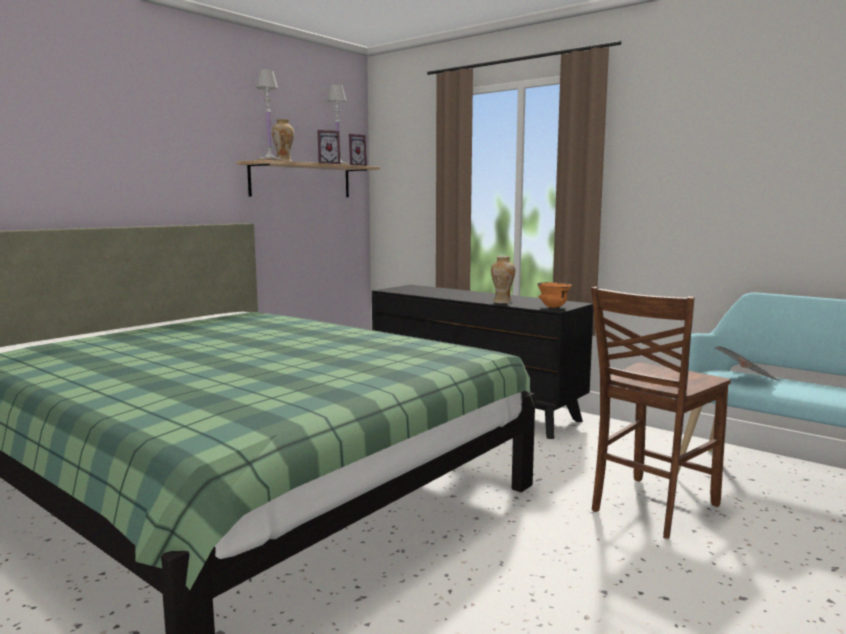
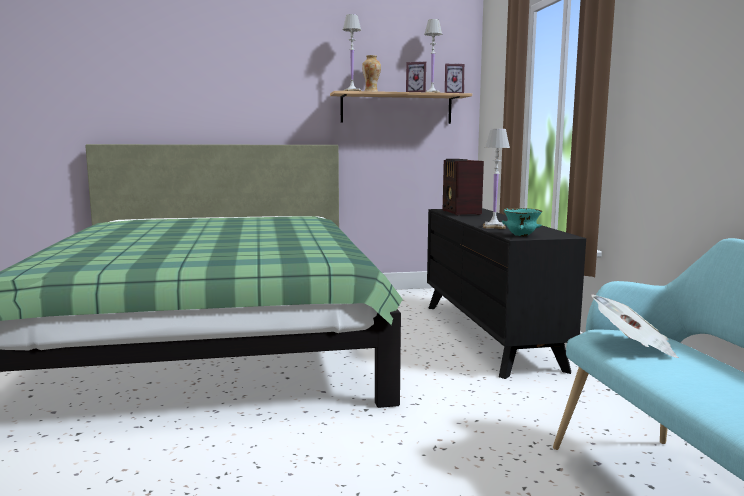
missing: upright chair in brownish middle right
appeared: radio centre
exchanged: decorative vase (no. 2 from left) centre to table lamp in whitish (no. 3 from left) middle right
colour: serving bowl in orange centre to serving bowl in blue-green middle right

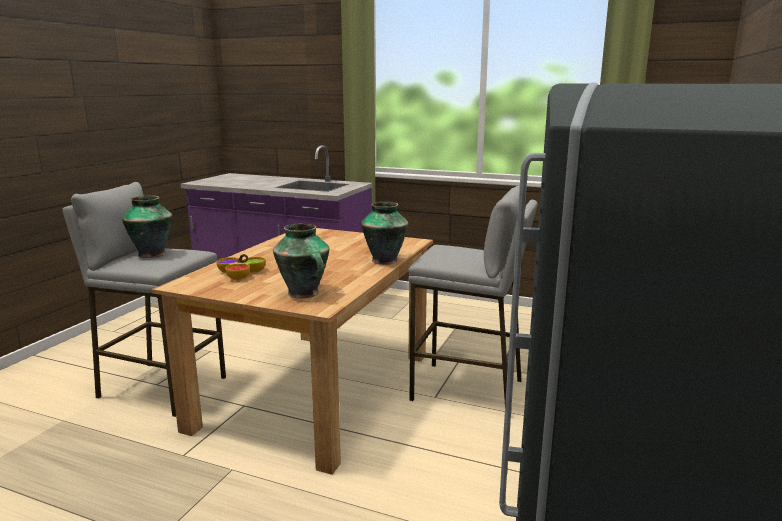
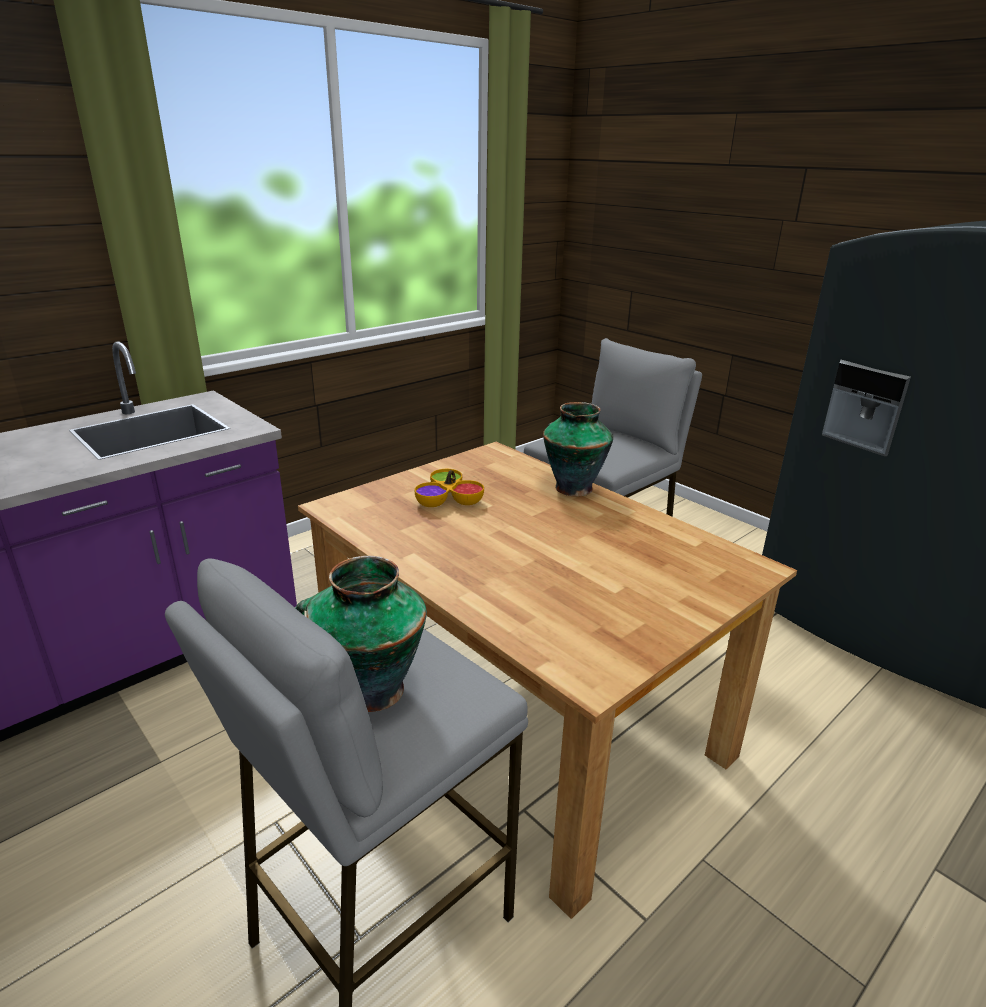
missing: decorative vase (no. 2 from left) centre
relocated: serving bowl middle left to centre

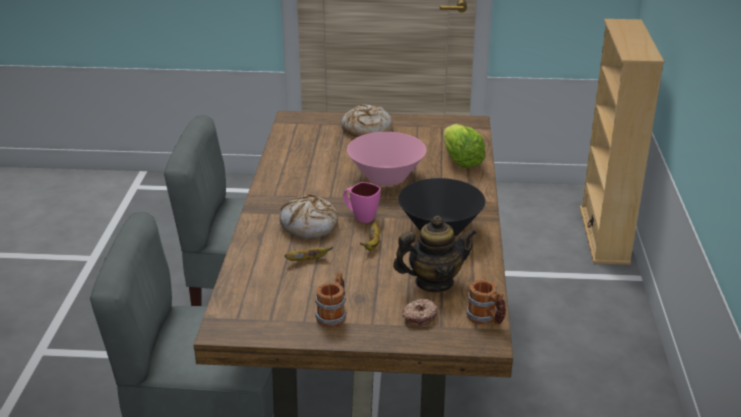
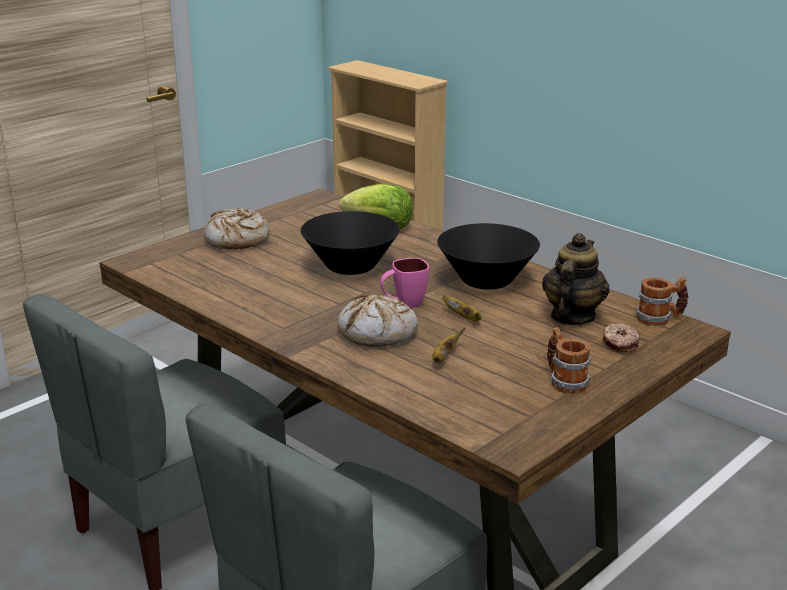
colour: serving bowl in pink centre to serving bowl in blackish (no. 1 from left) centre

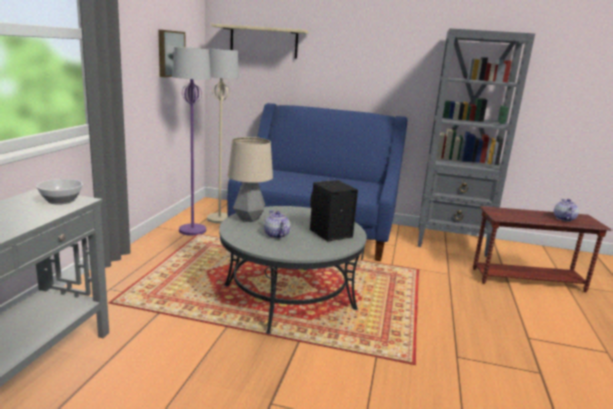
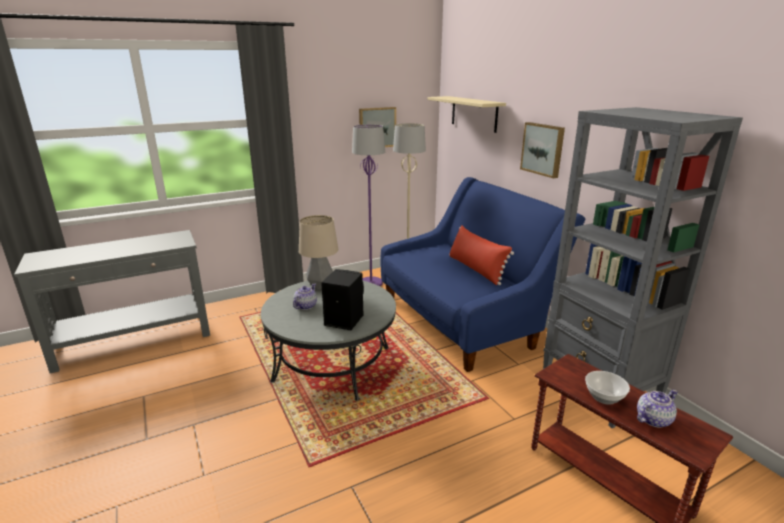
appeared: throw pillow in red centre; wall picture (no. 2 from left) top right
relocated: serving bowl middle left to bottom right

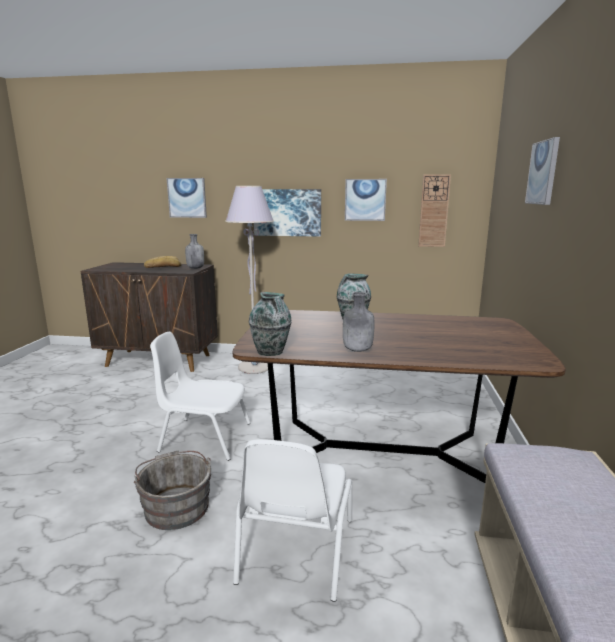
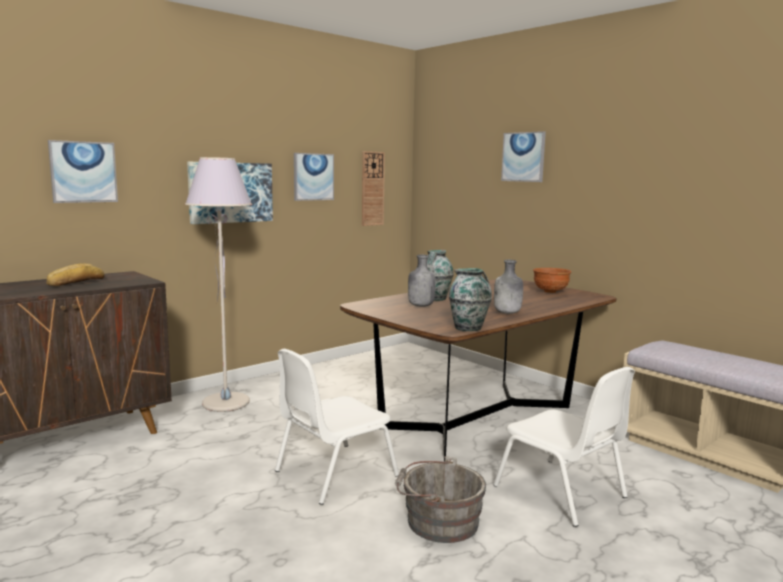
appeared: serving bowl in brownish middle right
relocated: drink bottle in grey (no. 1 from left) middle left to centre

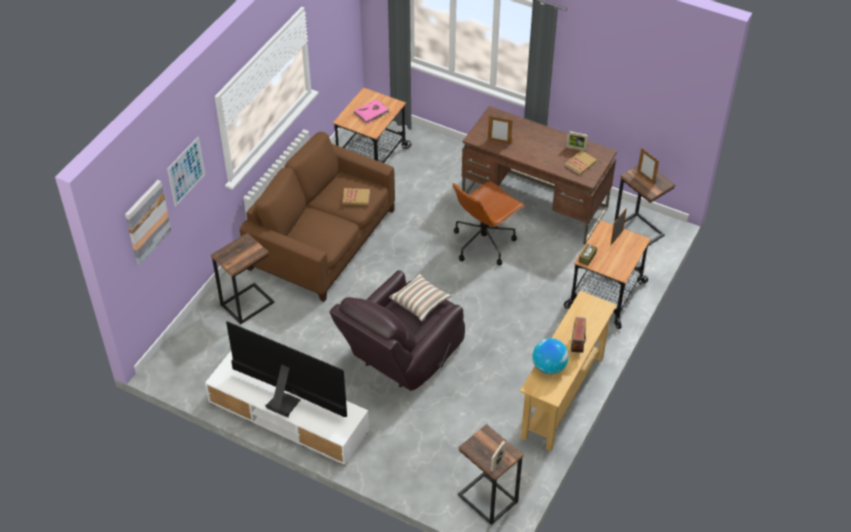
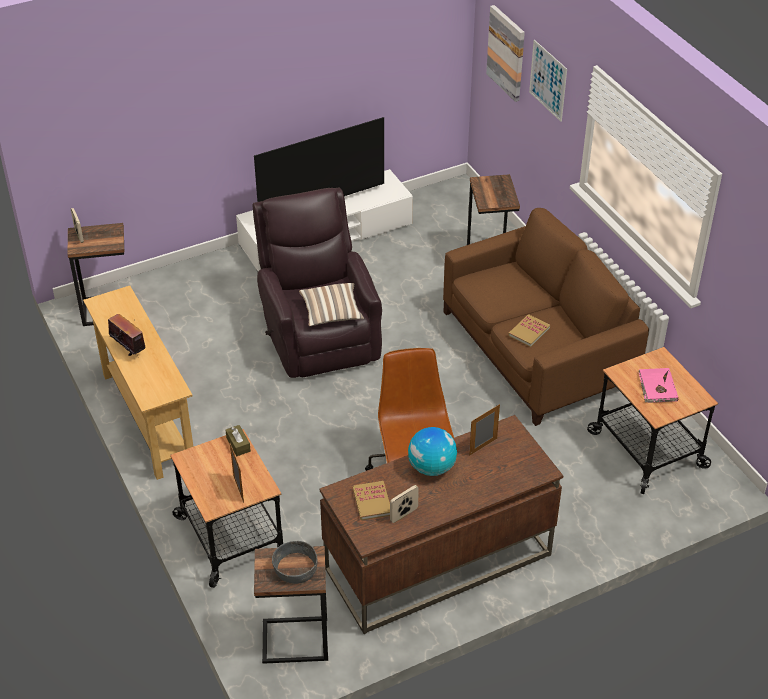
relocated: world globe bottom centre to centre
exchanged: photo frame (no. 5 from left) top right to serving bowl in grey bottom centre

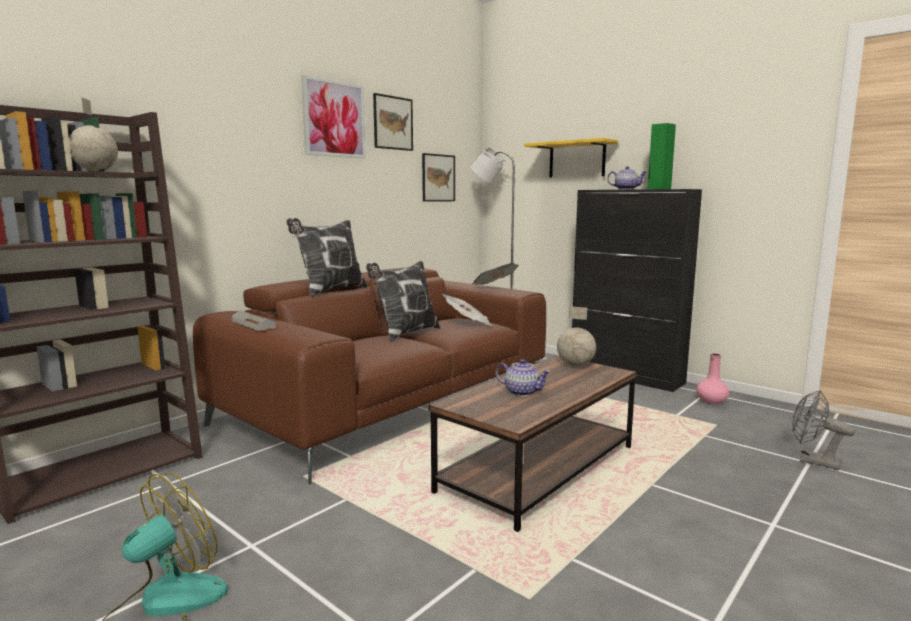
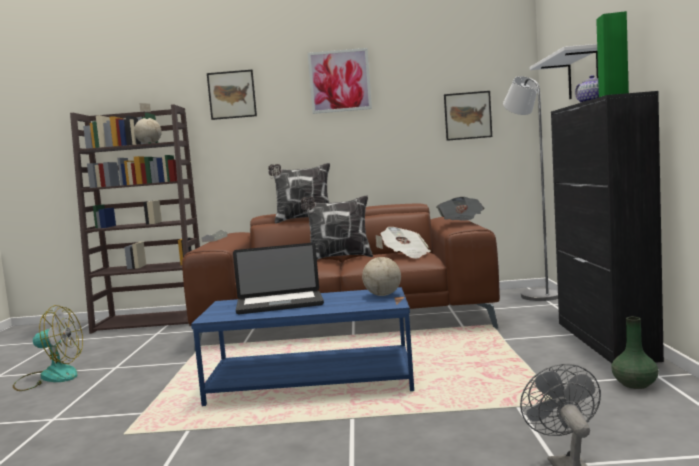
relocated: wall picture (no. 2 from left in the first image) top centre to wall picture (no. 1 from left) top left
exchanged: tea pot (no. 1 from left) centre to notebook computer centre
colour: lounge table in brownish bottom centre to lounge table in bluish bottom centre; bracket shelf in yellow-coloured top centre to bracket shelf in whitish top right; decorative vase in pink middle right to decorative vase in greenish bottom right

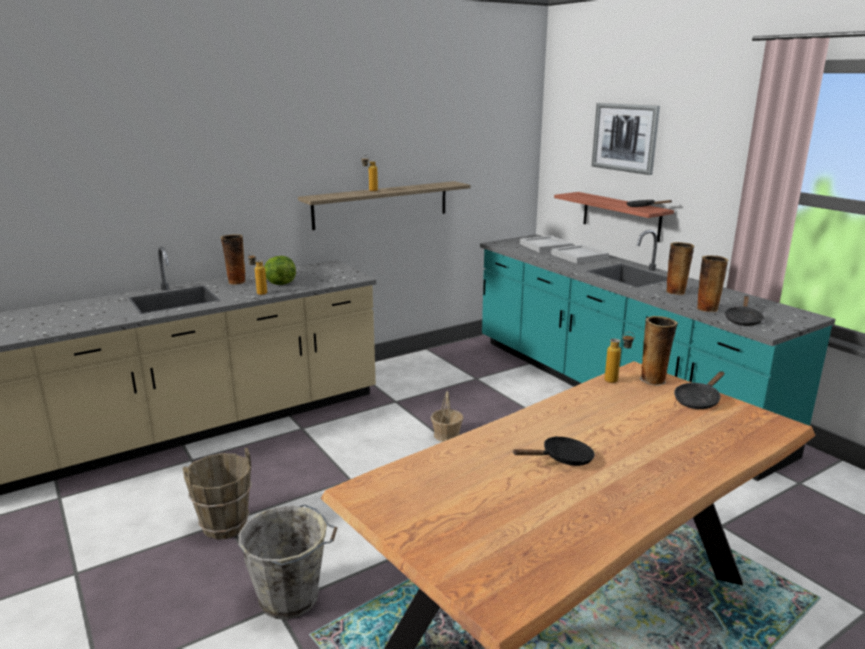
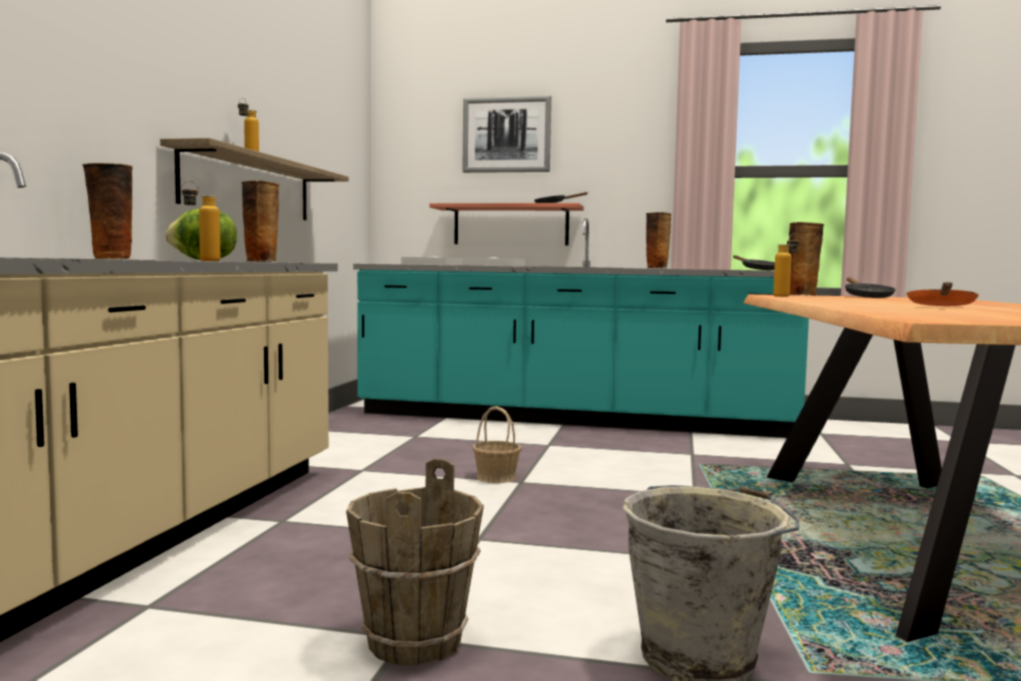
relocated: decorative vase (no. 4 from left in the first image) middle right to decorative vase (no. 2 from left) top left
colour: pan in blackish (no. 1 from left) bottom centre to pan in orange middle right

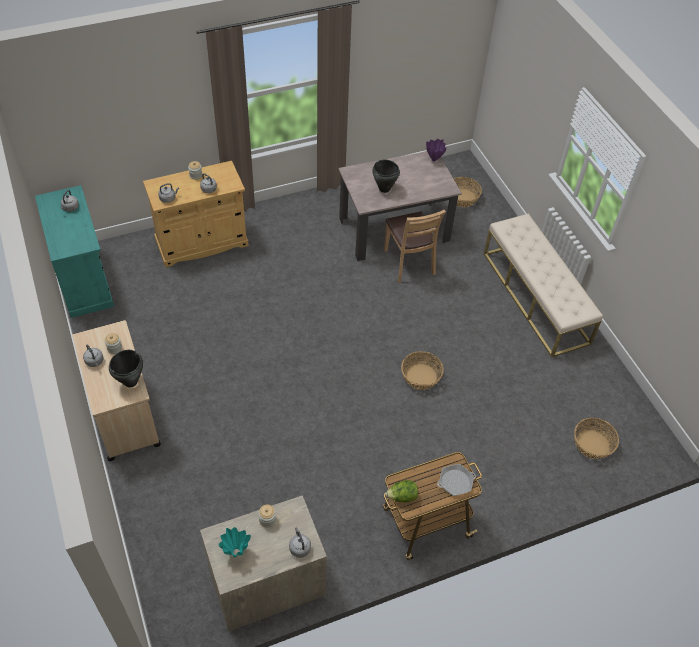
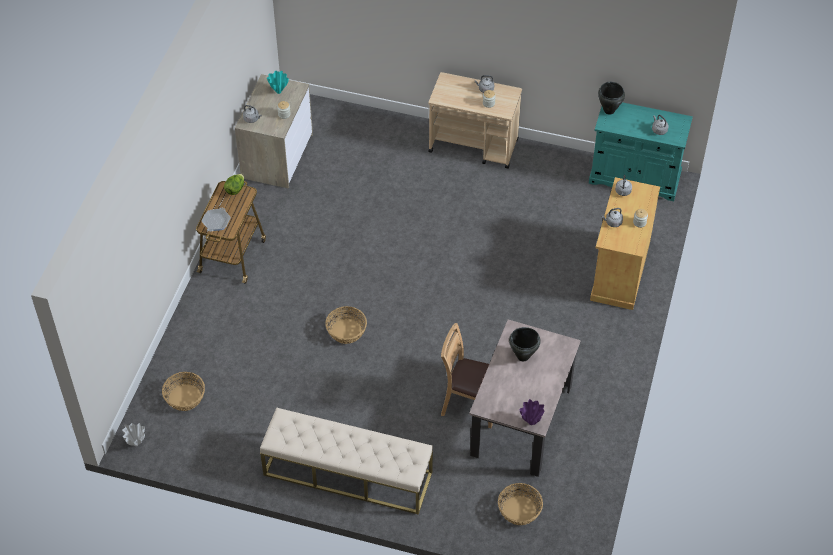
appeared: decorative vase in whitish bottom left
relocated: saucepot in blackish (no. 1 from left in the first image) middle left to saucepot in blackish (no. 2 from left) top right

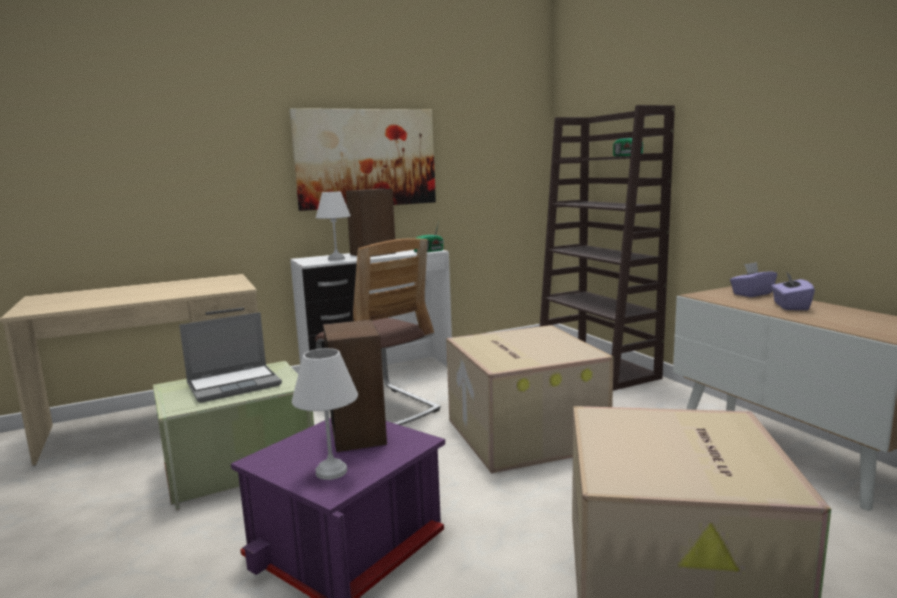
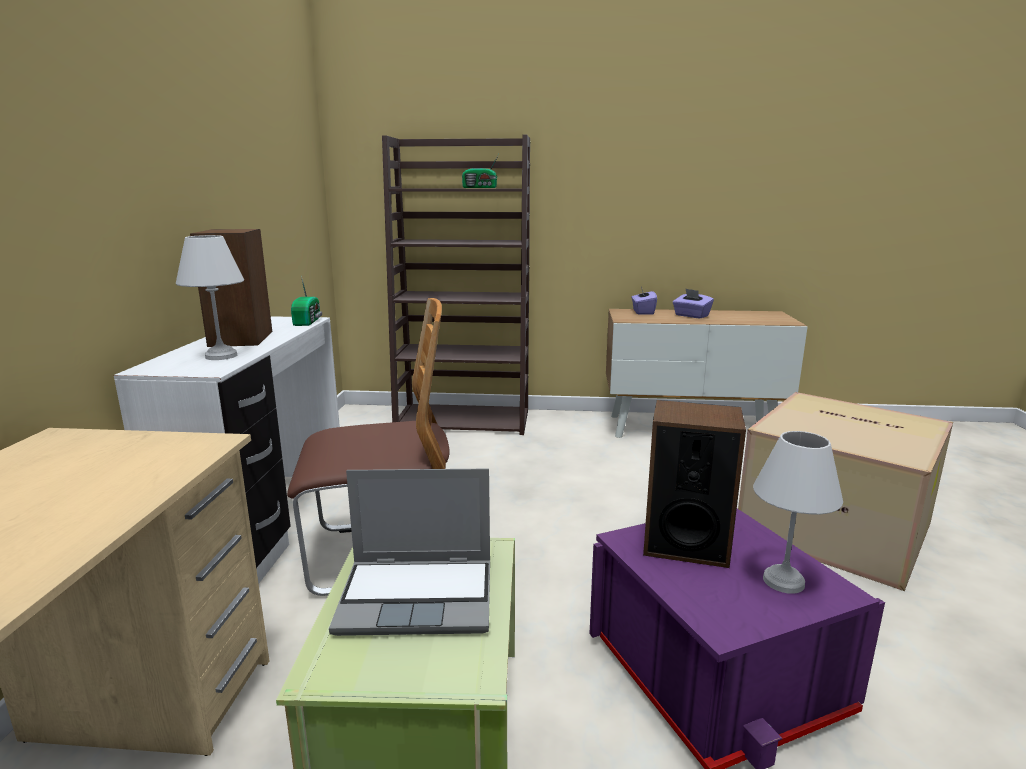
missing: wall picture top centre; packing box (no. 1 from left) bottom centre
spun: notebook computer middle left = bottom centre 90 degrees clockwise

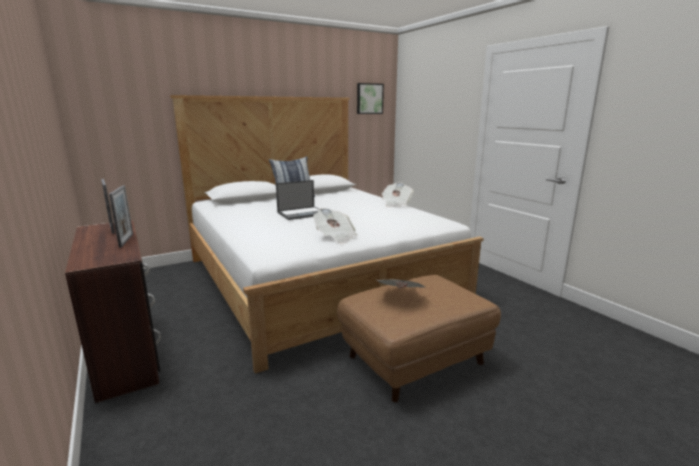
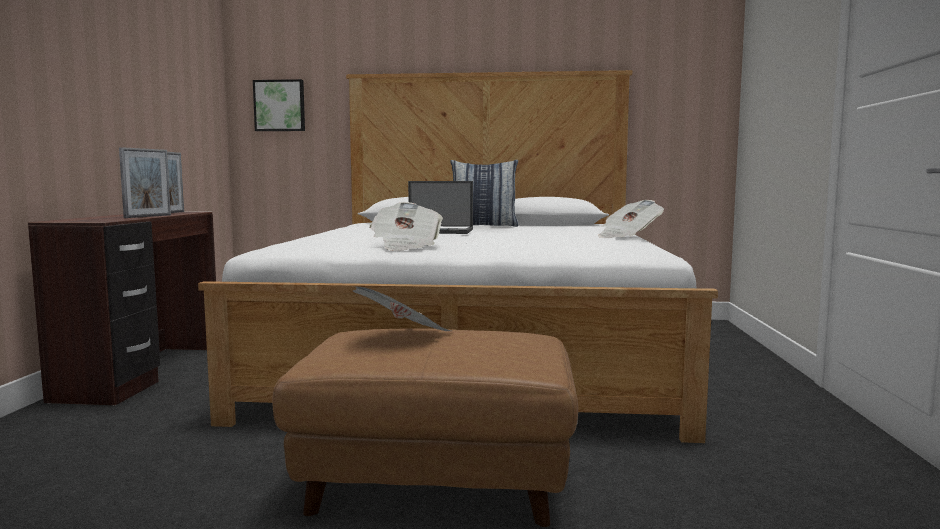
relocated: wall picture top centre to top left

